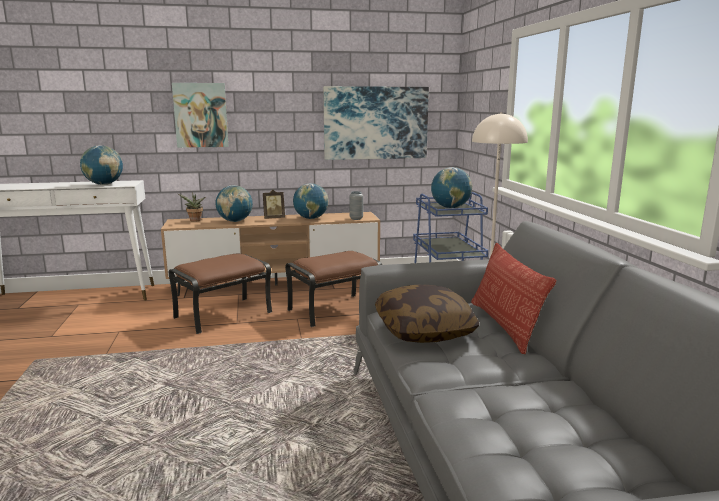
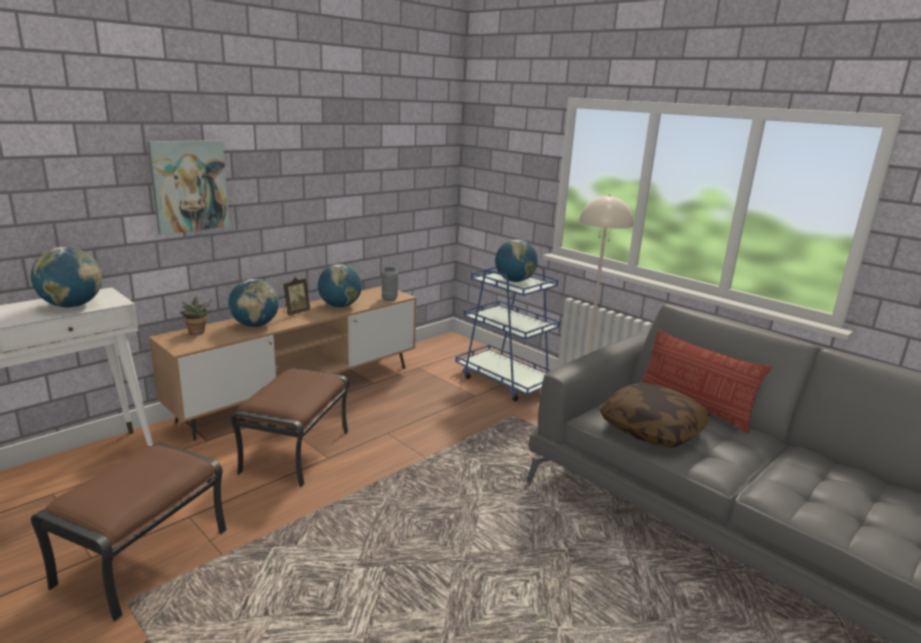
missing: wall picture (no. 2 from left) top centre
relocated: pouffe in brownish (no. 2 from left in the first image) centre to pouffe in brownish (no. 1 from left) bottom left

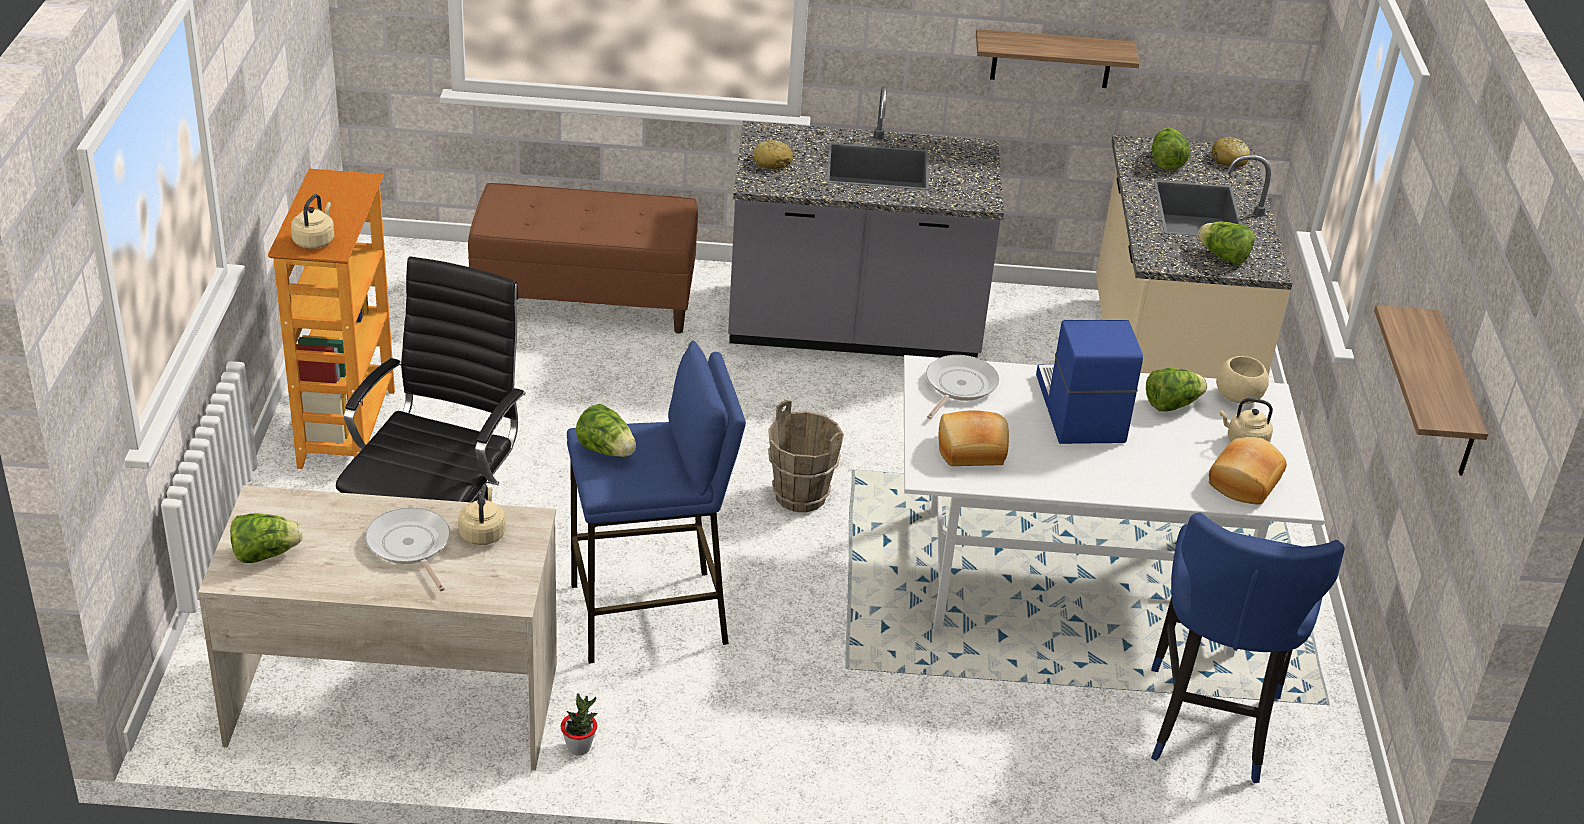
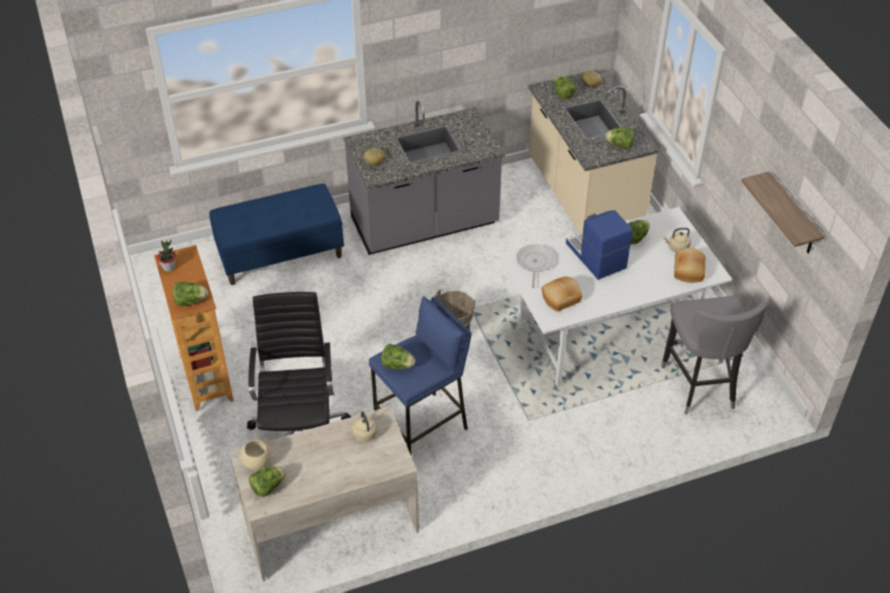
missing: pan (no. 1 from left) middle left; bracket shelf (no. 1 from left) top right
relocated: potted plant bottom centre to middle left; serving bowl in beige-coloured middle right to bottom left
exchanged: water kettle in beige-coloured (no. 1 from left) top left to head of lettuce (no. 1 from left) middle left
colour: long seat in brownish top centre to long seat in bluish middle left; stool in bluish (no. 2 from left) bottom right to stool in grey middle right

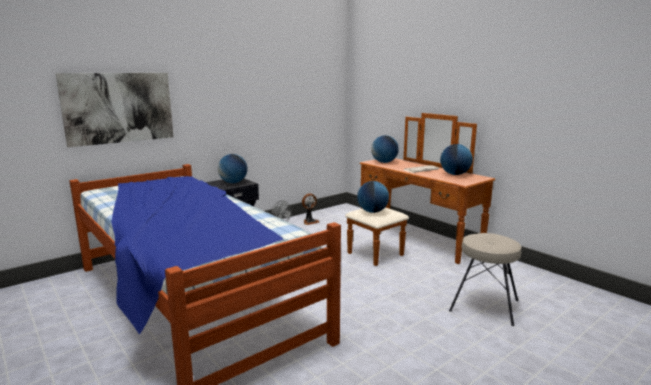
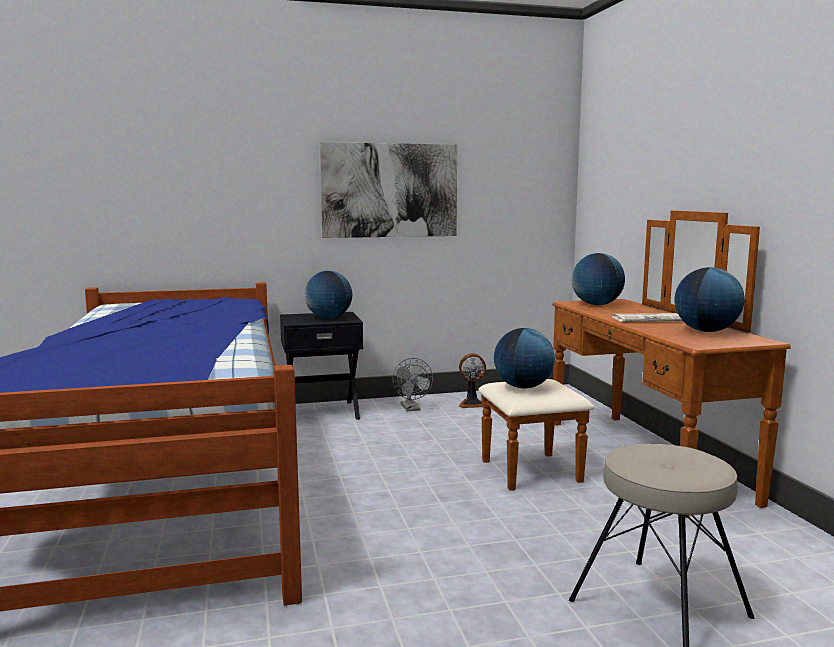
relocated: wall picture top left to top centre

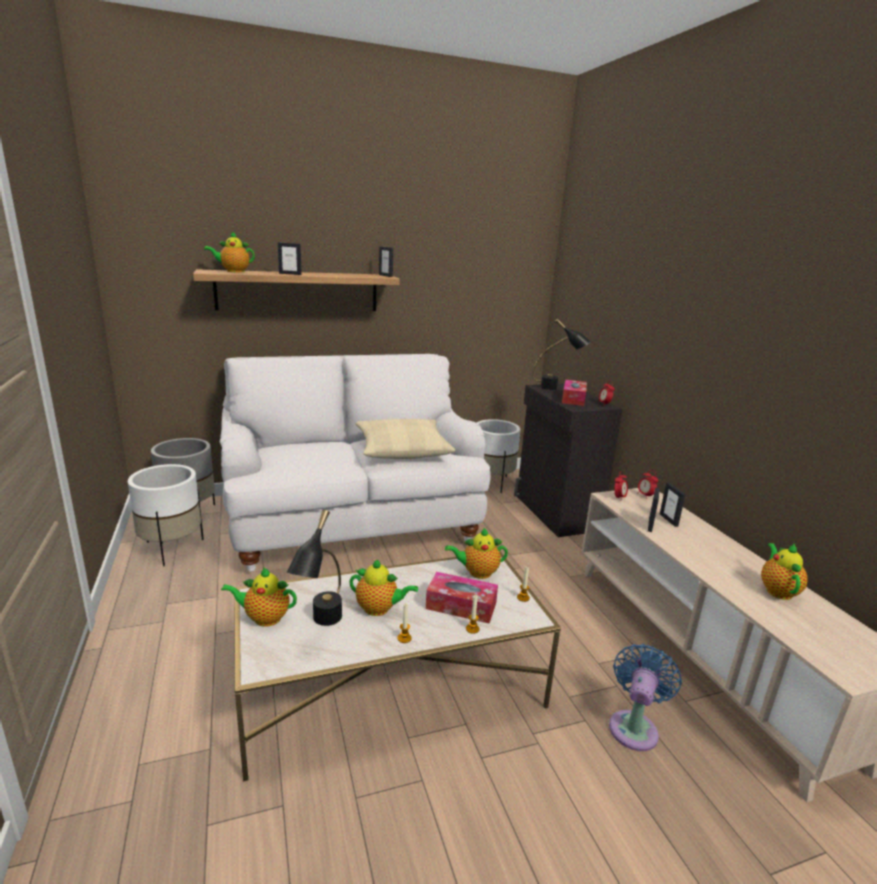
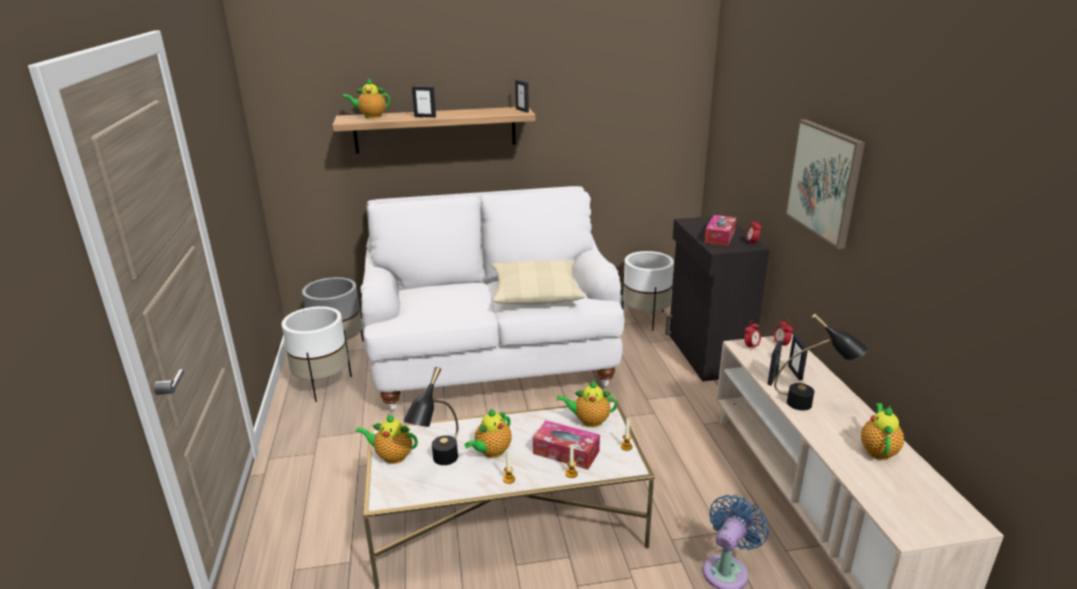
appeared: wall picture top right
relocated: table lamp in blackish (no. 2 from left) centre to middle right
spun: tea pot (no. 3 from left) centre = bottom centre 105 degrees clockwise

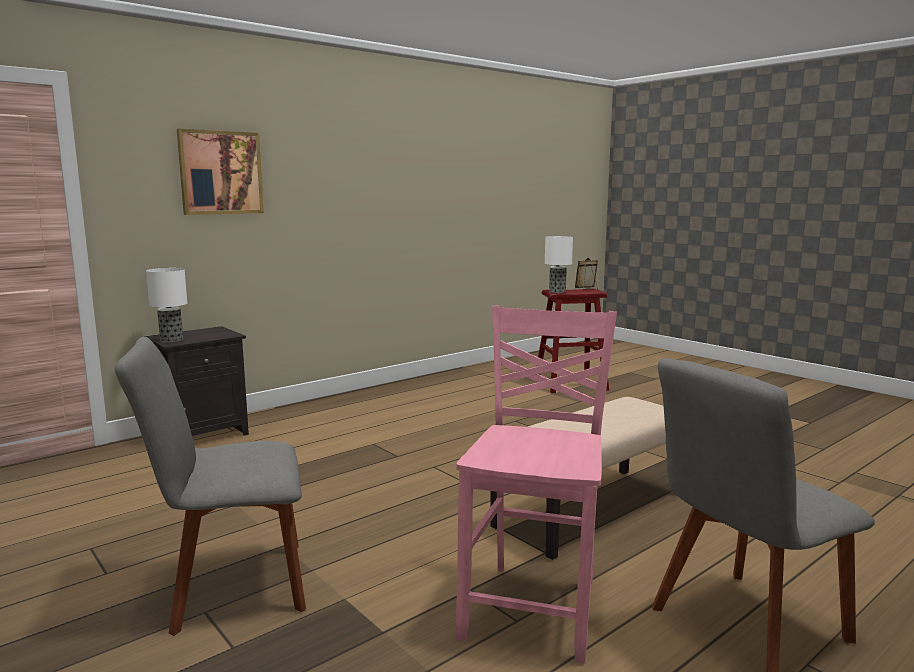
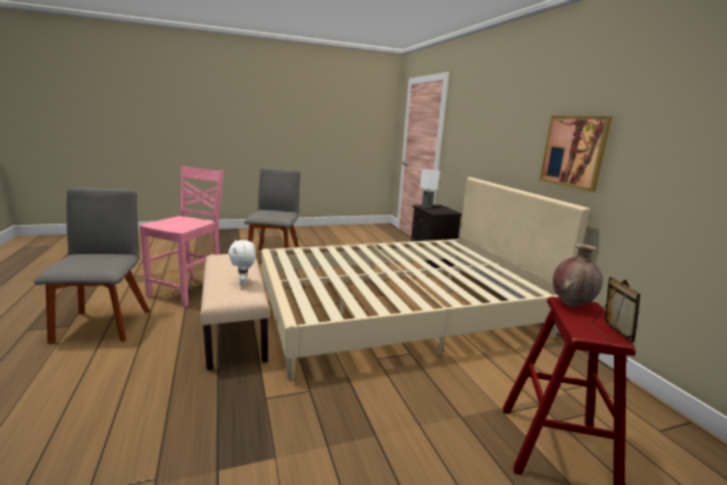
appeared: cuddly toy in whitish middle left; sleeping bed in beige-coloured centre
relocated: wall picture top left to top right
exchanged: table lamp (no. 2 from left) centre to decorative vase in brownish middle right
spun: upright chair in pink bottom centre = middle left 105 degrees counterclockwise

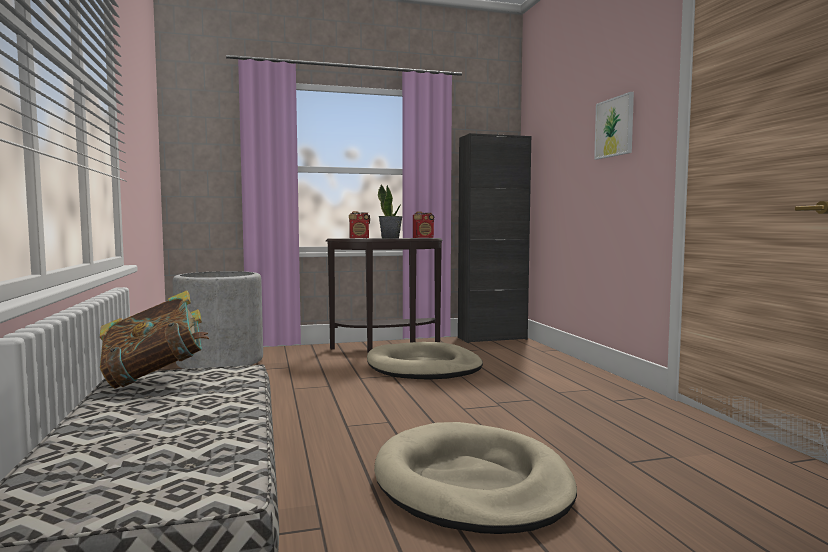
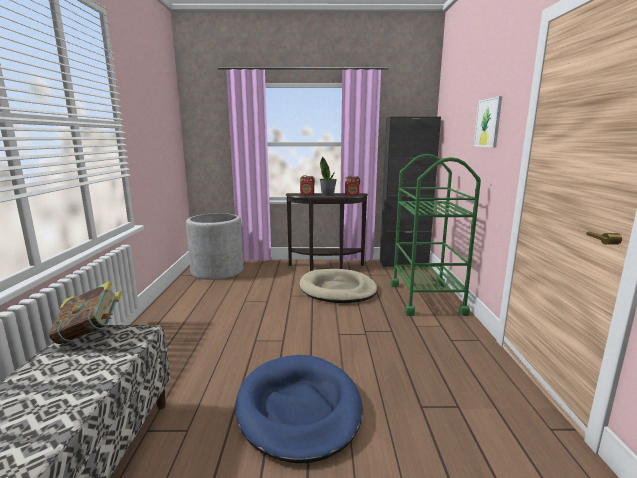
appeared: trolley in greenish middle right
colour: dog cushion in beige-coloured (no. 2 from left) bottom centre to dog cushion in bluish bottom centre

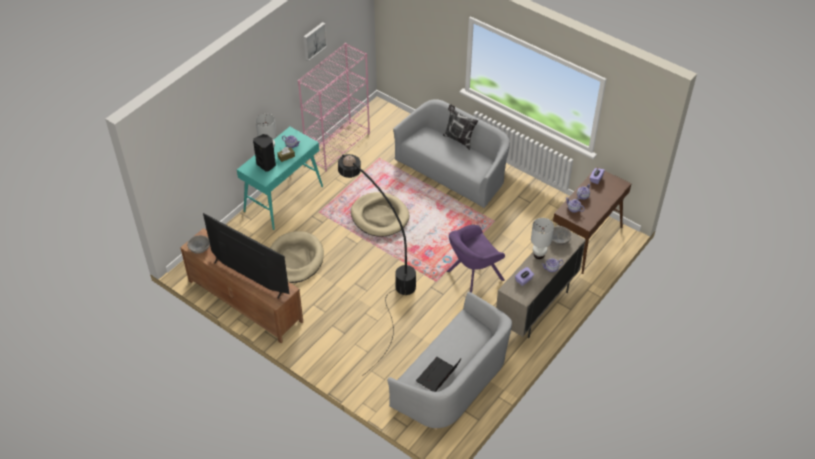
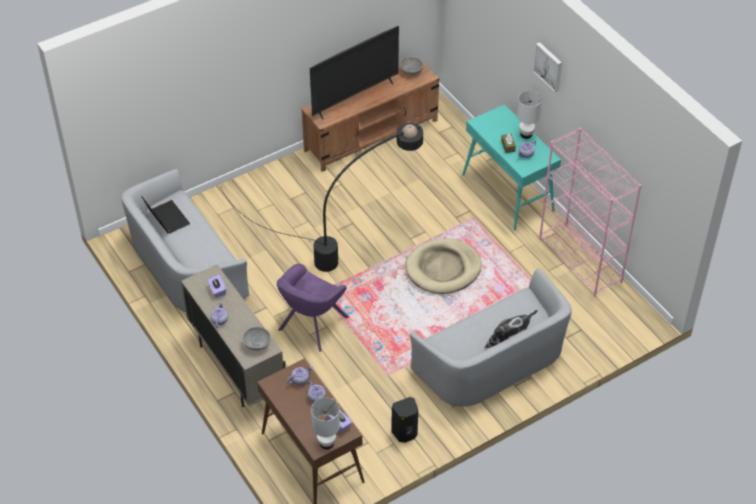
missing: dog cushion in beige-coloured (no. 1 from left) centre
relocated: loudspeaker in blackish middle left to bottom centre; wall picture top centre to top right; table lamp in whitish (no. 2 from left in the first image) centre to table lamp in whitish (no. 1 from left) bottom centre
spun: armchair in purple centre = centre 135 degrees counterclockwise

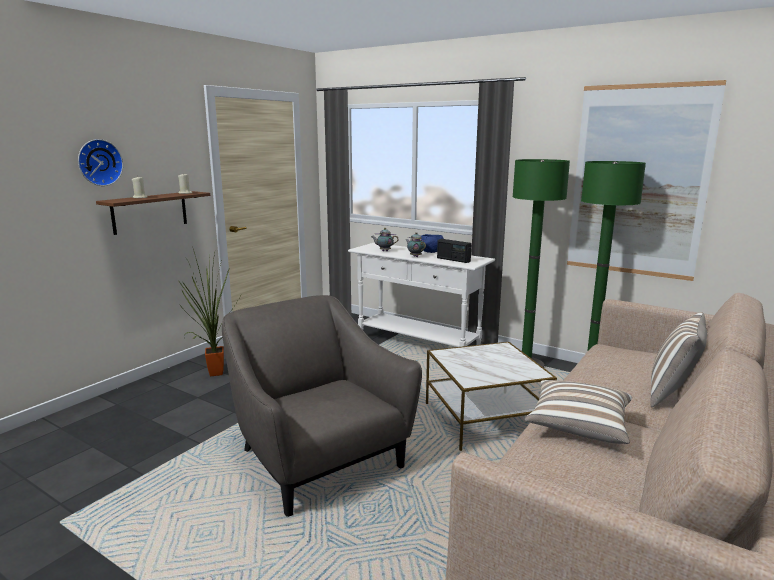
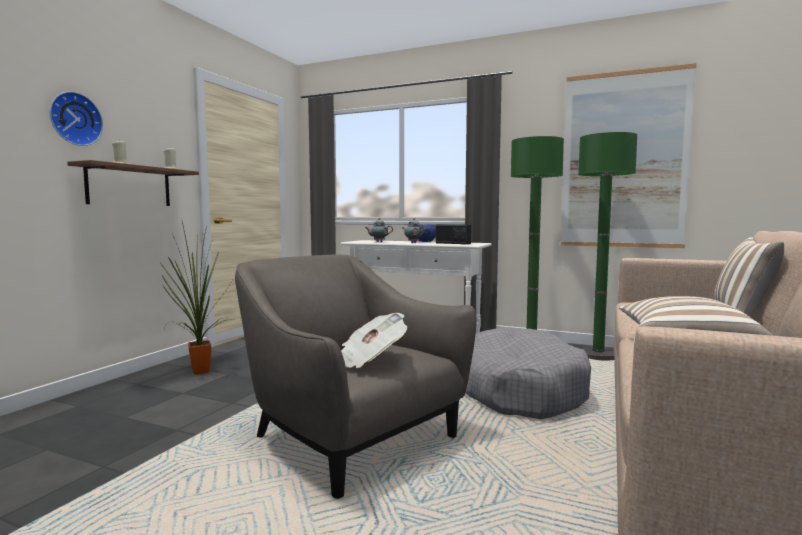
appeared: newspaper centre
exchanged: end table bottom centre to dog cushion in grey bottom centre

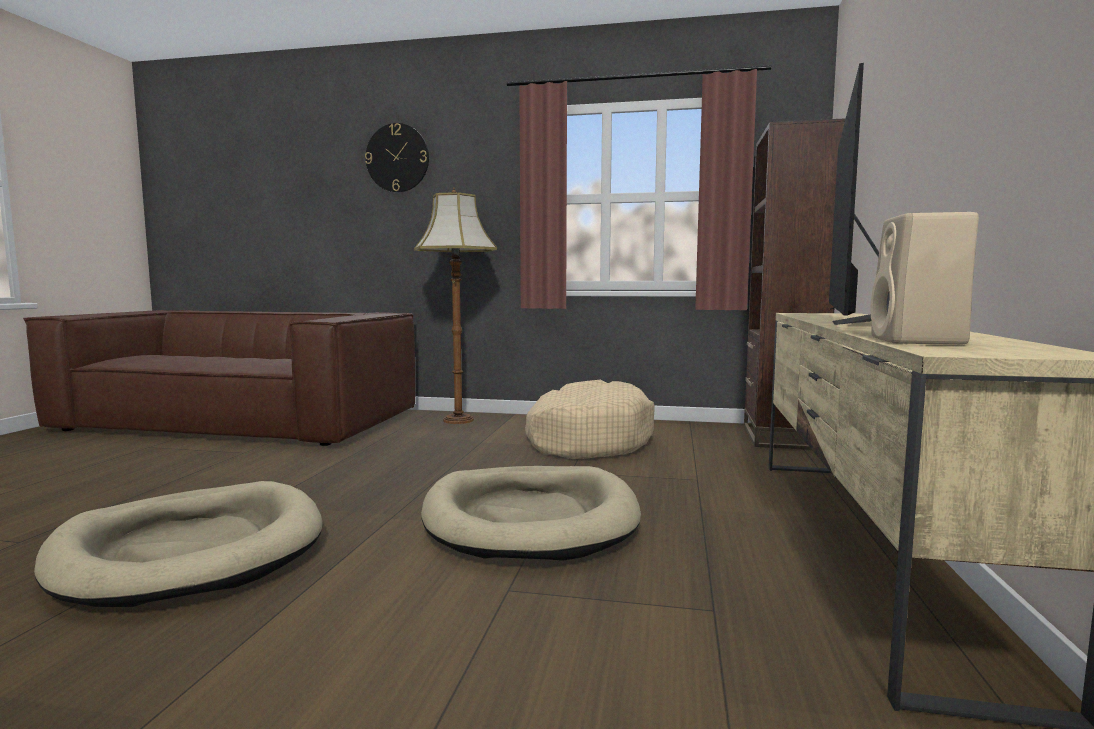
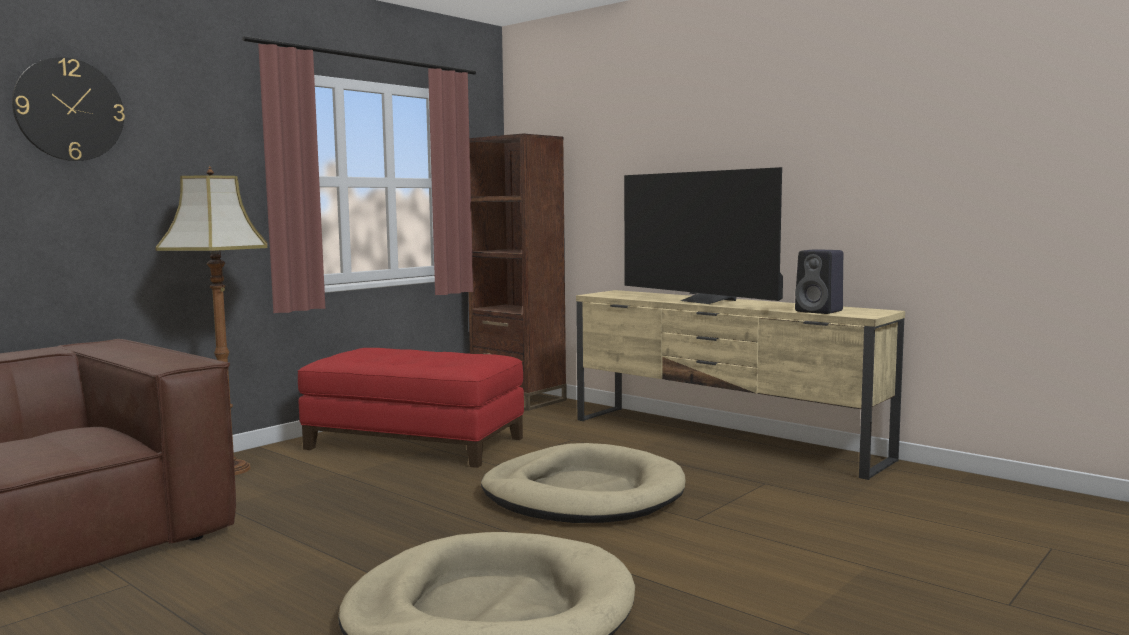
exchanged: dog cushion in beige-coloured (no. 3 from left) centre to pouffe in red centre
colour: loudspeaker in beige-coloured middle right to loudspeaker in blackish middle right

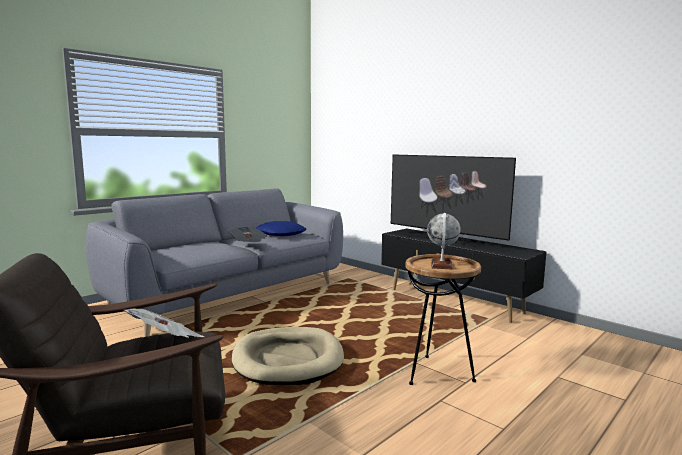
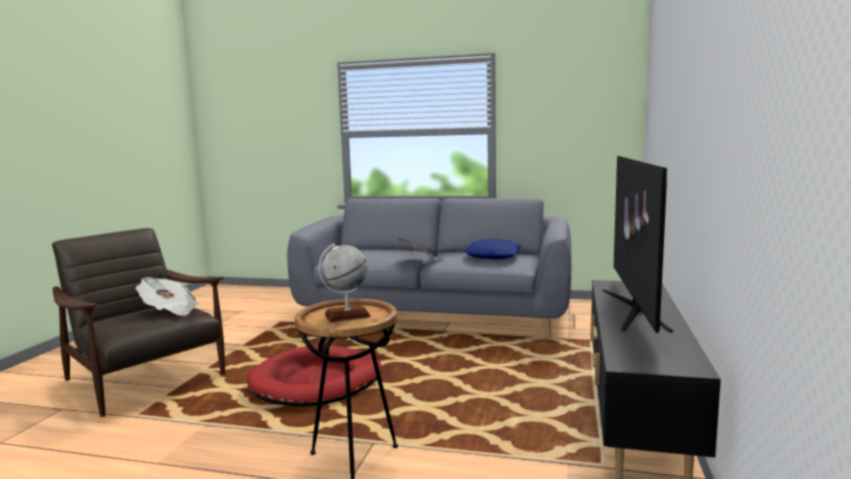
colour: dog cushion in beige-coloured bottom centre to dog cushion in red bottom centre

